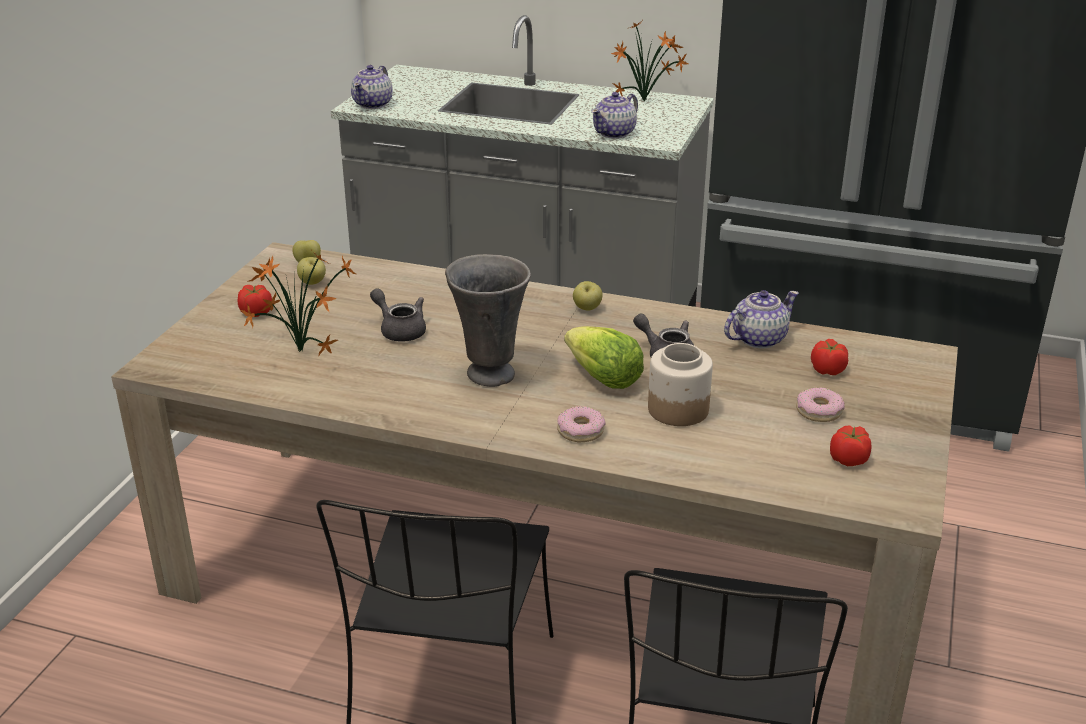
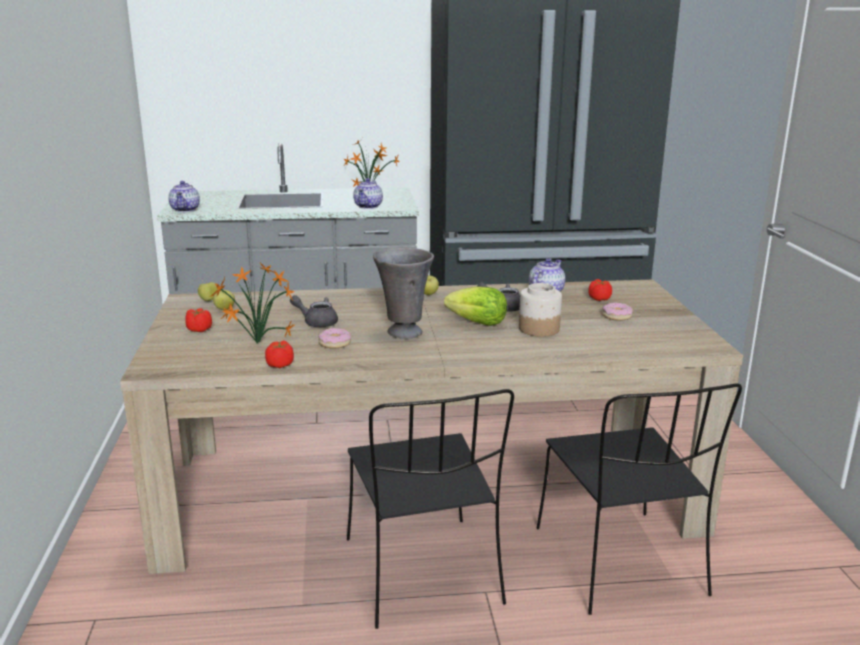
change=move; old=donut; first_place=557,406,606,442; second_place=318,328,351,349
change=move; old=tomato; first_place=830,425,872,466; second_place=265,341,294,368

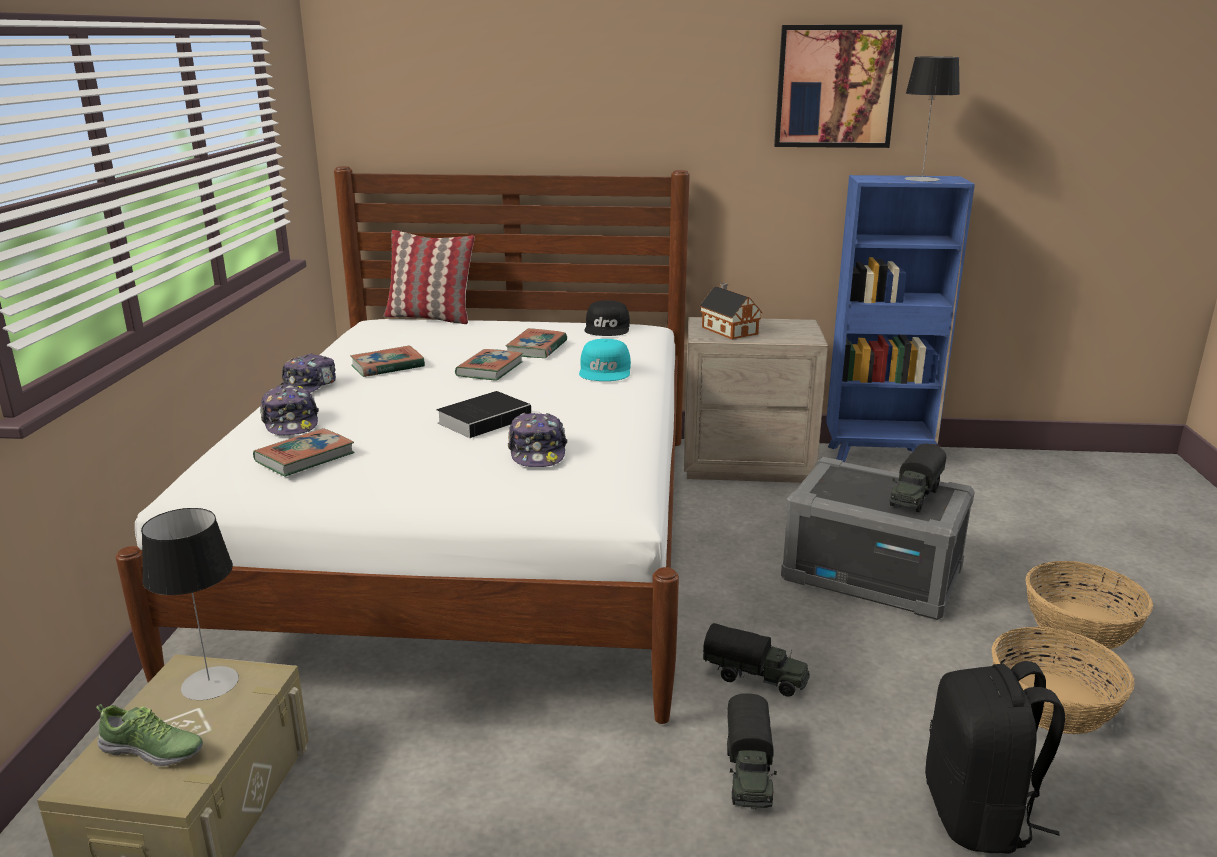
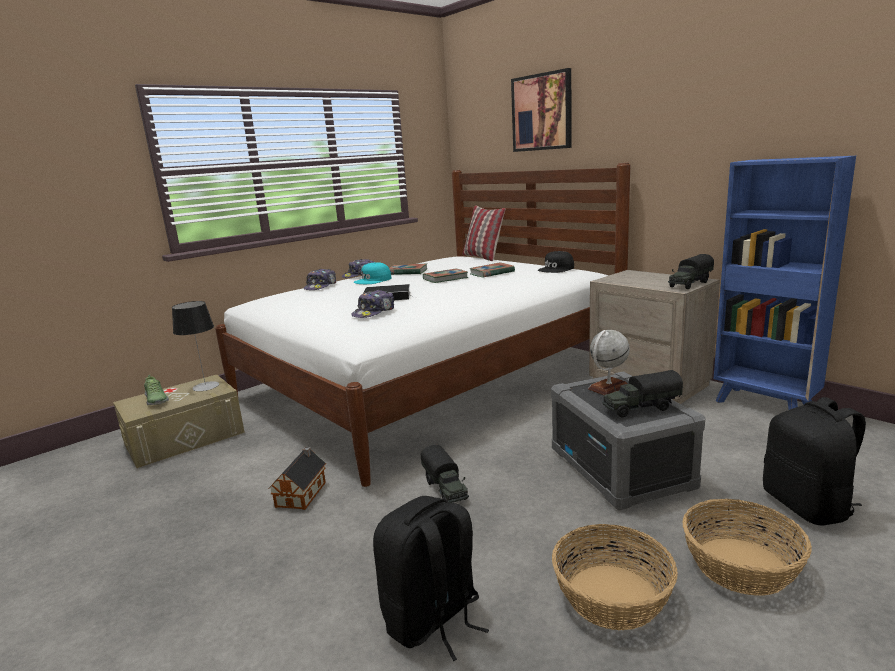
change=delete; old=book; first_place=253,428,355,476
change=move; old=turquoise cap; first_place=579,339,631,381; second_place=354,262,391,284
change=move; old=toy house; first_place=699,283,763,340; second_place=268,447,326,510
change=move; old=toy truck; first_place=727,693,777,809; second_place=668,254,714,289
change=move; old=picture; first_place=774,25,903,148; second_place=511,68,571,152
change=delete; old=table lamp; first_place=904,57,960,182
change=insert; new=globe; second_place=588,330,630,395
change=insert; new=black backpack; second_place=763,397,866,526

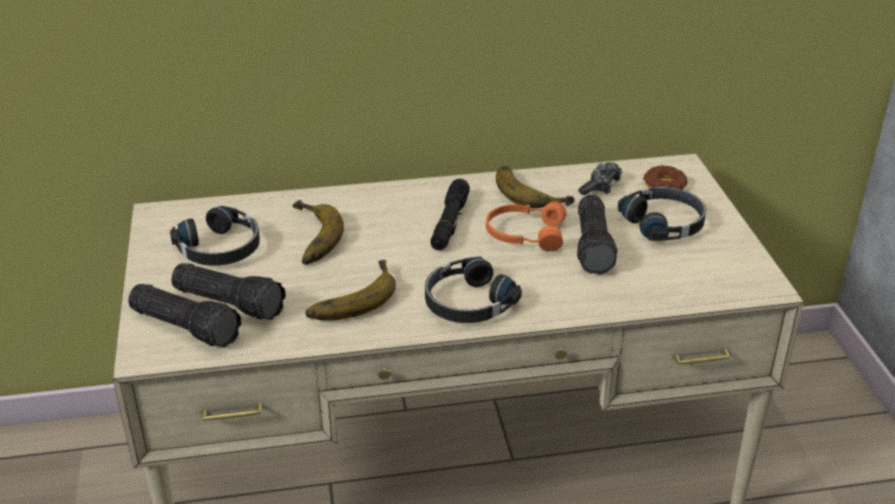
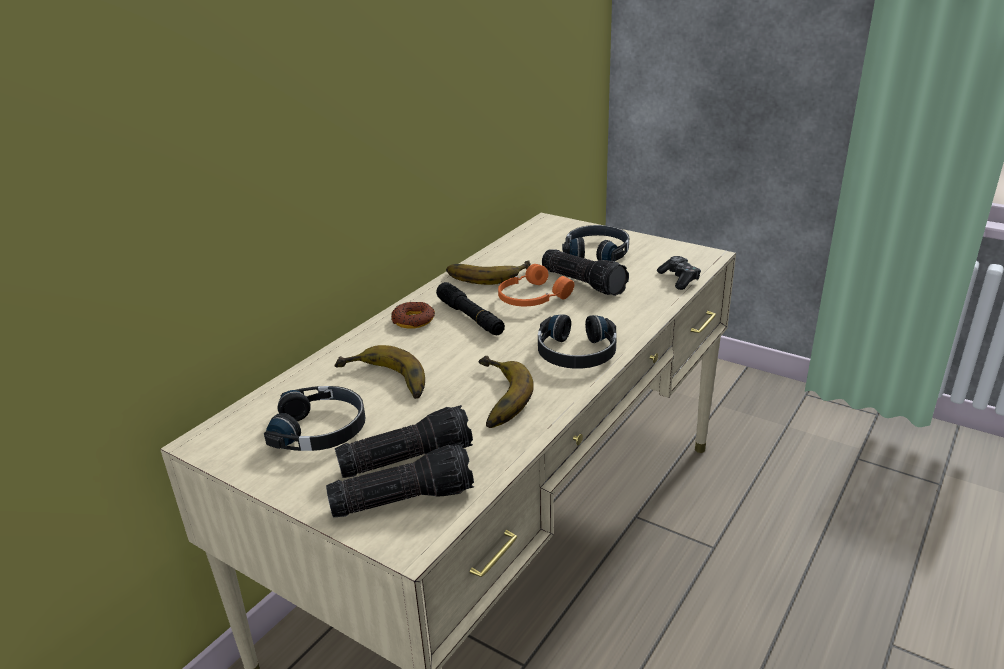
change=move; old=game controller; first_place=578,162,622,195; second_place=657,256,701,290
change=move; old=donut; first_place=643,165,688,190; second_place=391,302,435,329

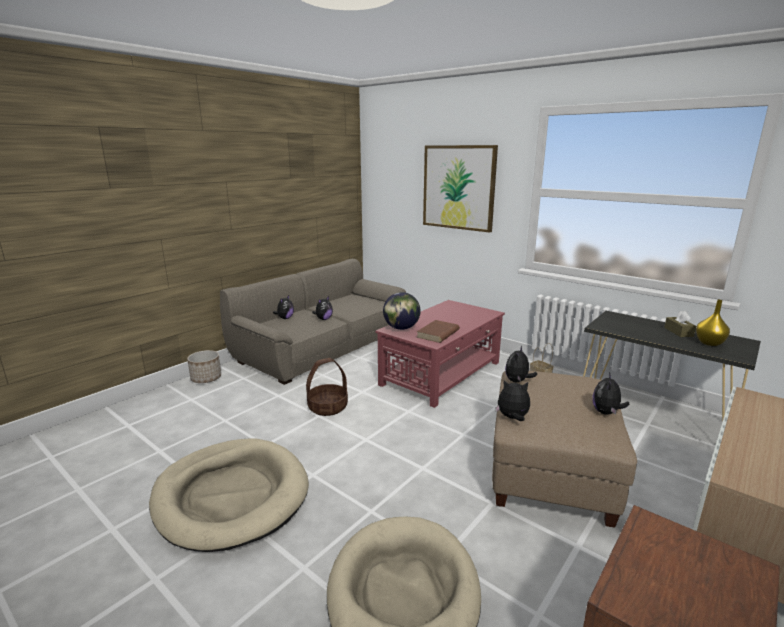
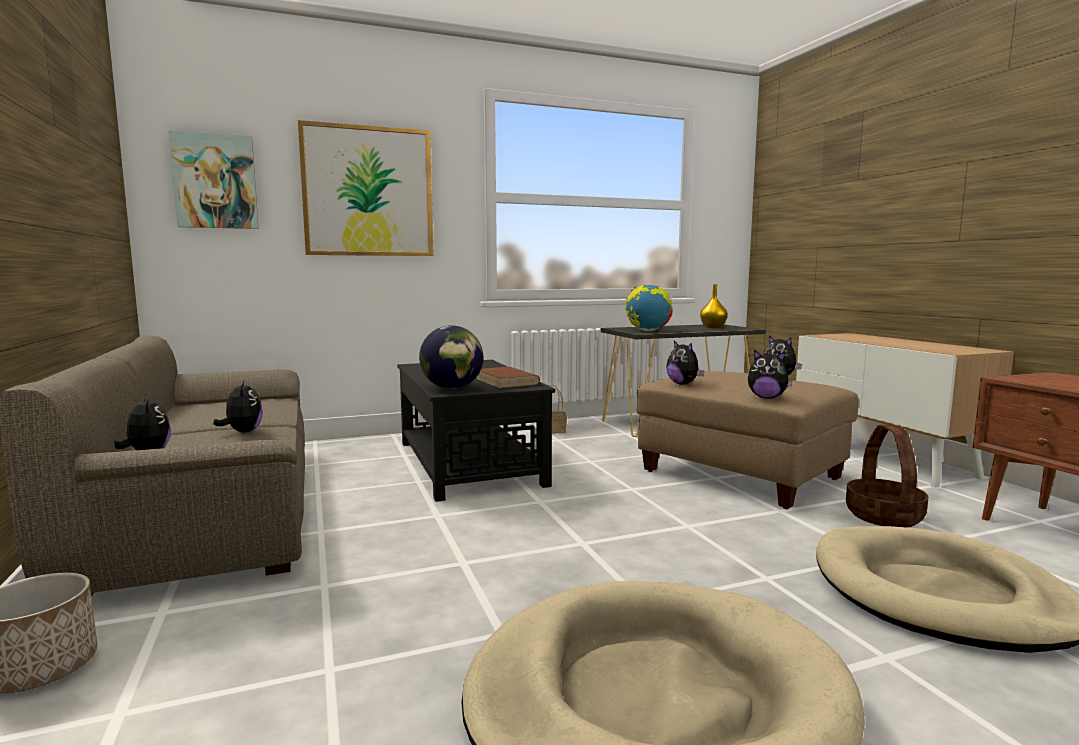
change=move; old=basket; first_place=306,358,348,416; second_place=846,424,929,527
change=recolor; old=red coffee table; new=black coffee table; first_place=375,300,505,408; second_place=397,360,555,502
change=rotate; old=plush toy; first_place=495,380,530,421; second_place=748,350,792,399; degrees=-105
change=delete; old=brown tissue box; first_place=664,311,696,337
change=insert; new=picture; second_place=169,130,259,229
change=insert; new=globe; second_place=625,285,673,331

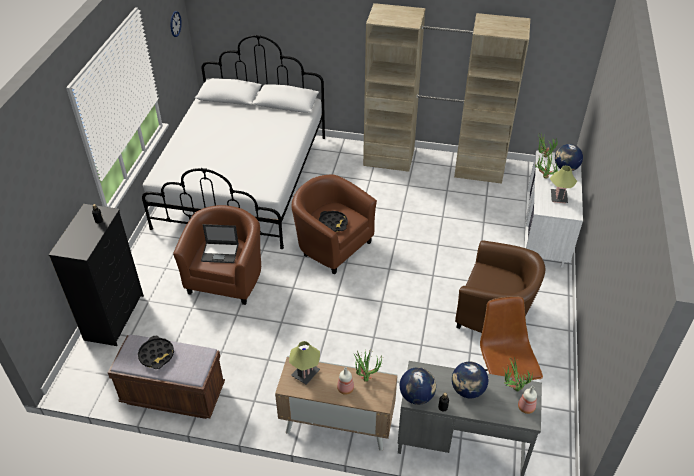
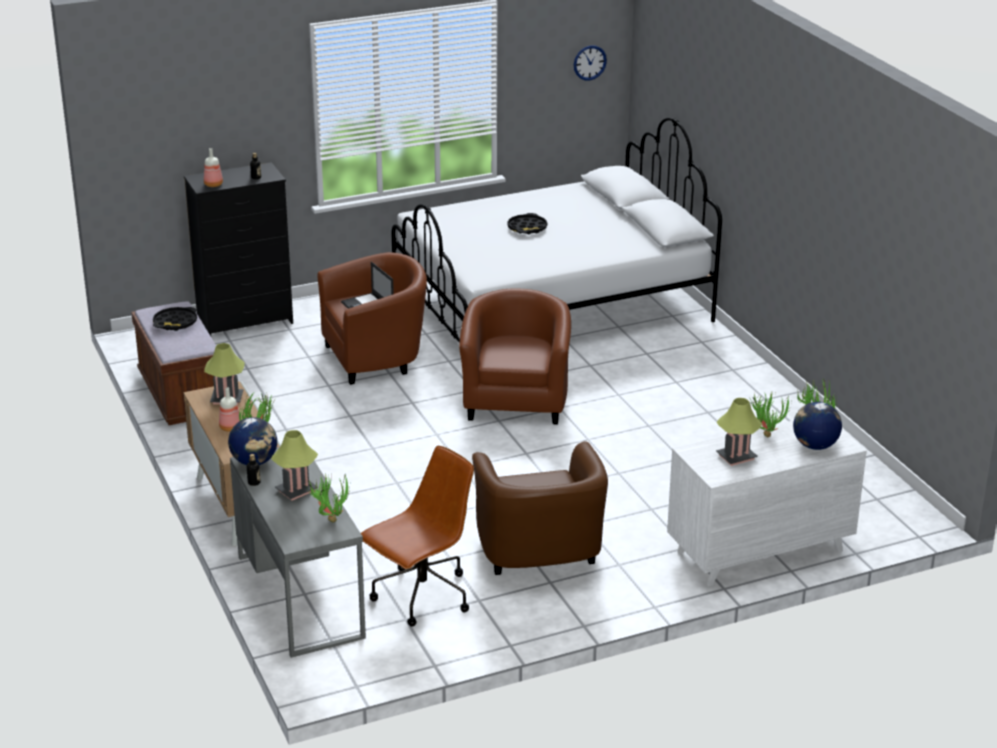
change=move; old=black tray; first_place=319,211,348,232; second_place=507,213,547,234
change=delete; old=beige wardrobe; first_place=363,3,530,184
change=replace; old=globe; new=table lamp; first_place=452,362,488,398; second_place=271,430,318,500
change=move; old=bottle; first_place=518,386,537,414; second_place=204,148,223,187

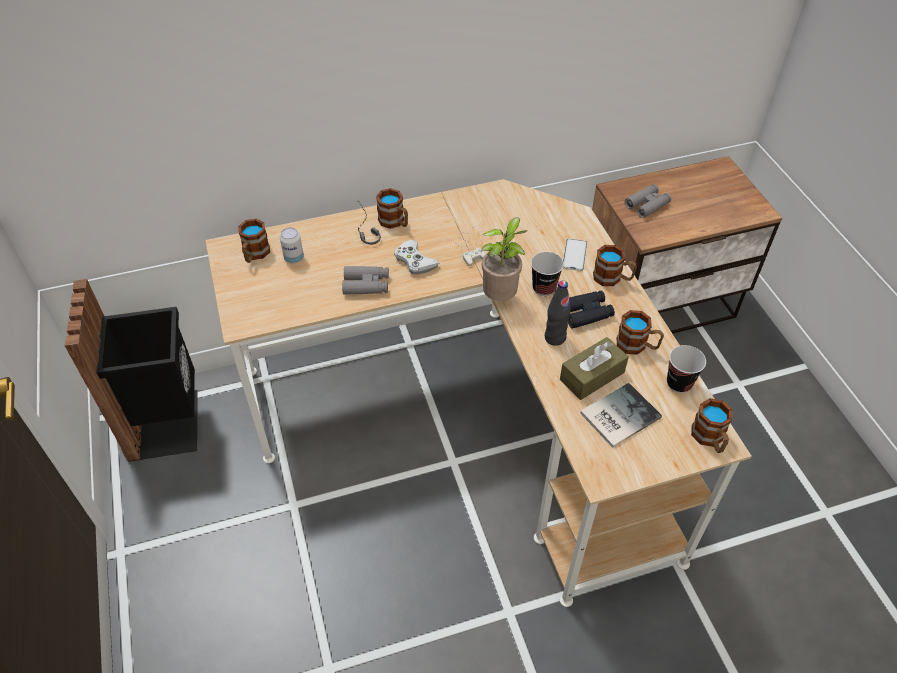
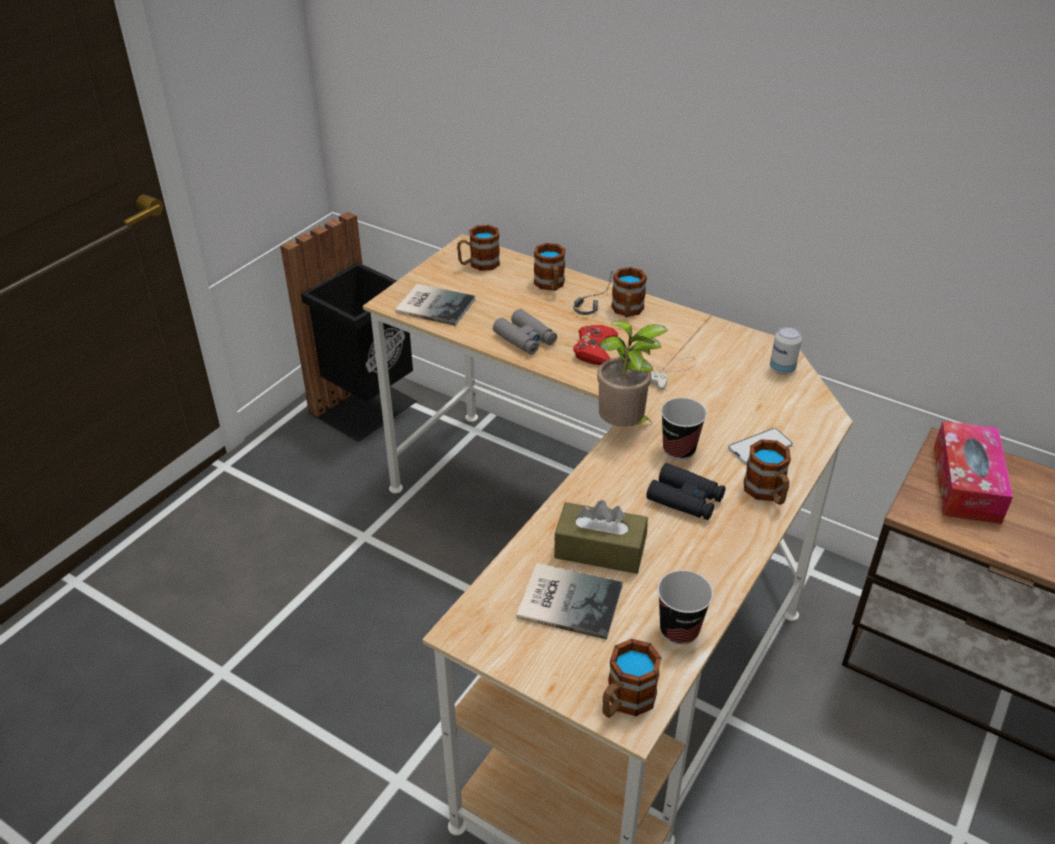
change=move; old=can; first_place=280,227,304,263; second_place=770,326,802,374
change=recolor; old=white game controller; new=red game controller; first_place=394,240,439,274; second_place=573,325,618,365
change=delete; old=black bottle; first_place=545,281,571,346
change=move; old=mug; first_place=617,310,664,355; second_place=534,243,566,291
change=replace; old=grey binoculars; new=tissue box; first_place=625,184,671,218; second_place=934,421,1013,524
change=insert; new=book; second_place=395,284,475,326

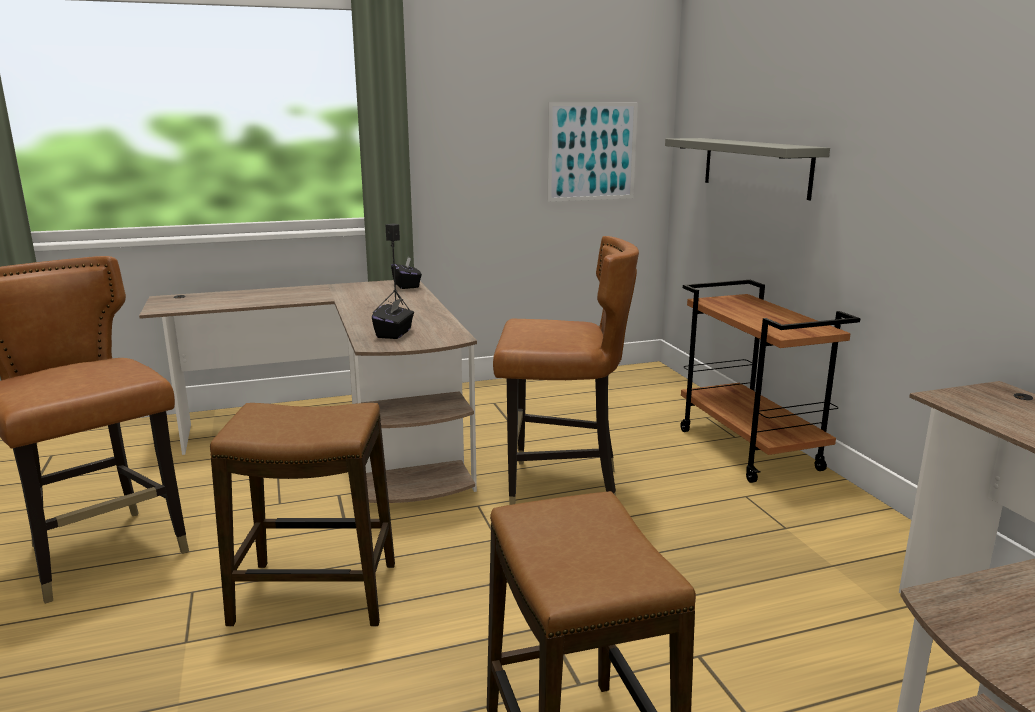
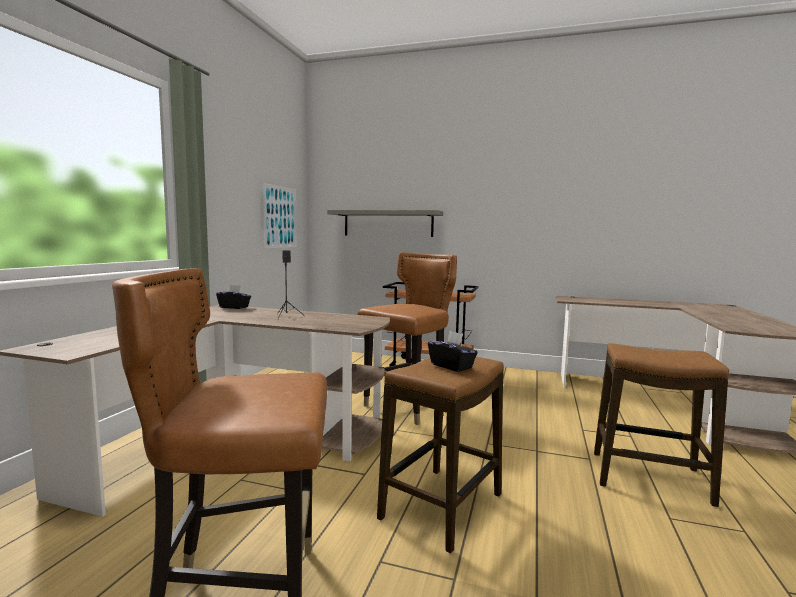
change=move; old=black tissue box; first_place=372,297,414,339; second_place=428,331,478,372

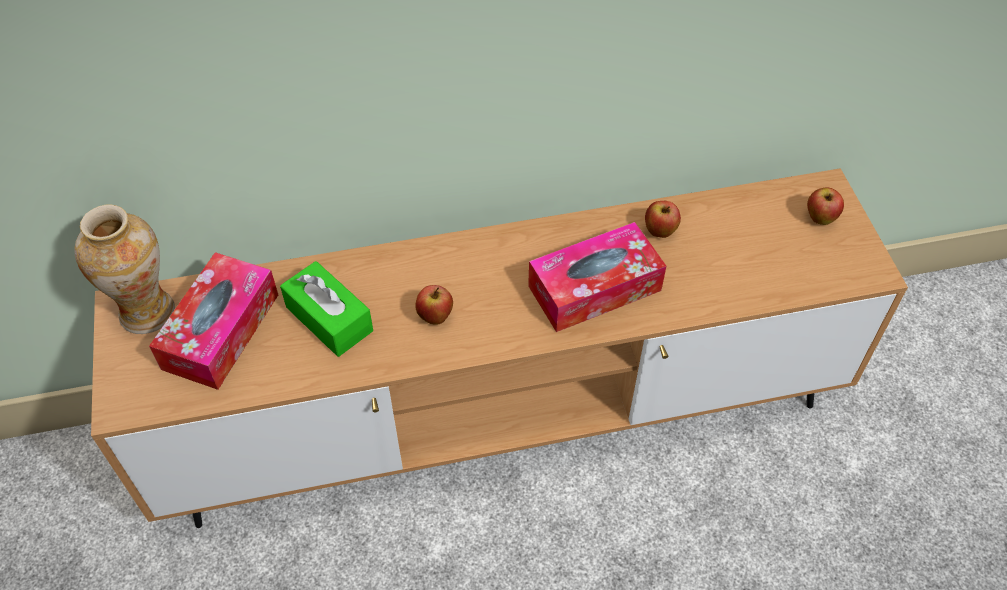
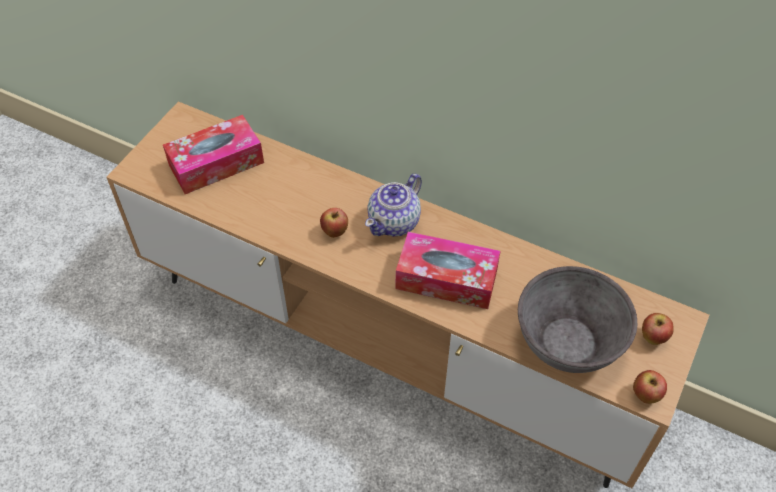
change=delete; old=vase; first_place=75,204,175,334
change=delete; old=green tissue box; first_place=280,261,373,357
change=move; old=apple; first_place=645,201,681,238; second_place=633,370,667,404
change=insert; new=teapot; second_place=365,174,422,236
change=insert; new=grey bowl; second_place=518,266,637,373

